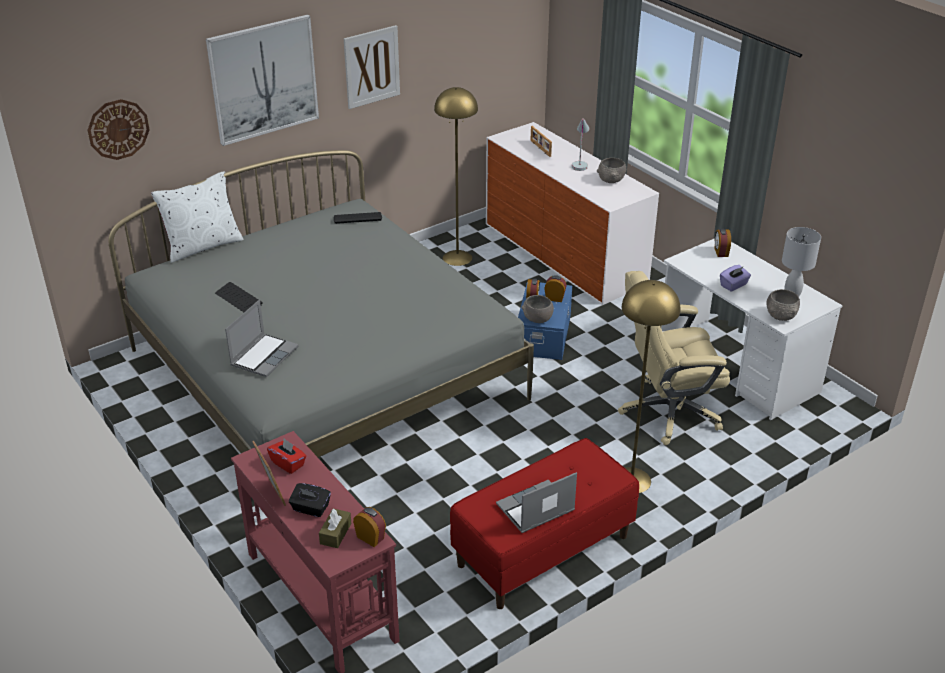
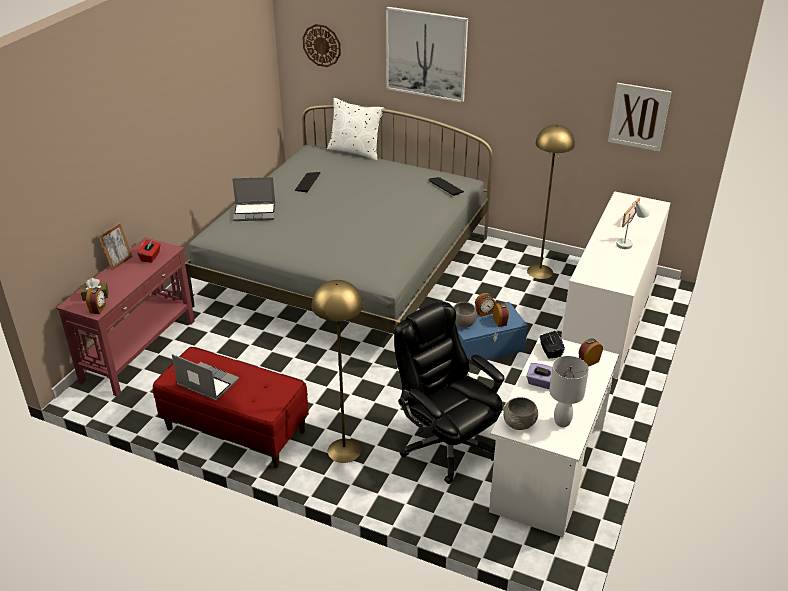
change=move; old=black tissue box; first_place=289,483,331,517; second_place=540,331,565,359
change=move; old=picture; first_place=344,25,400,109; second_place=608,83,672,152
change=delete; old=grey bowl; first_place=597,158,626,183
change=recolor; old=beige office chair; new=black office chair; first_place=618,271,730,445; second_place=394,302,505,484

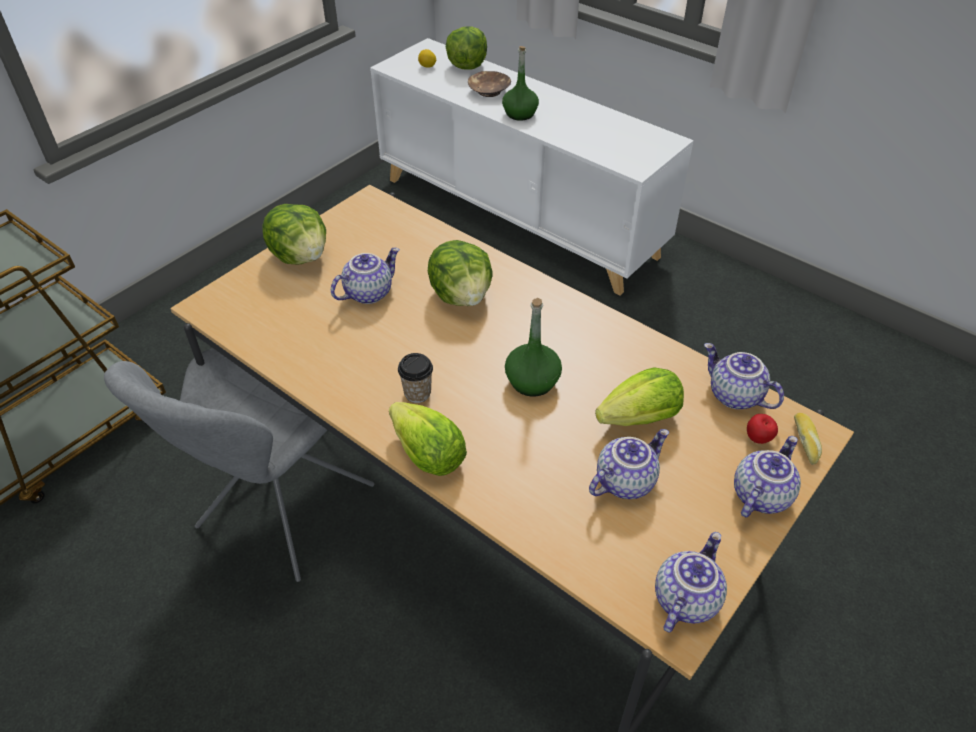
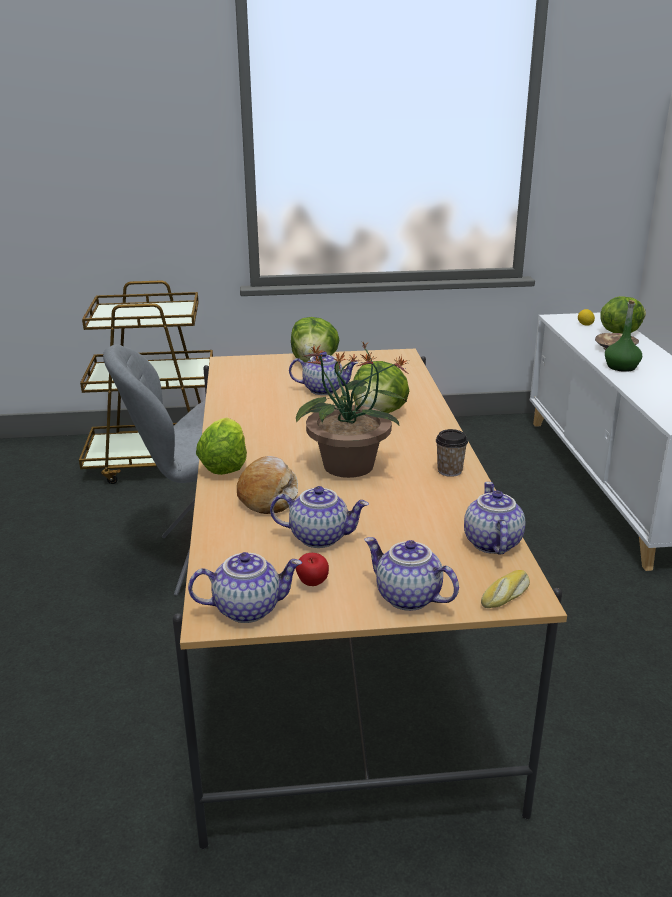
change=move; old=cup; first_place=398,353,433,403; second_place=436,429,468,477
change=replace; old=green bottle; new=potted plant; first_place=505,298,562,397; second_place=296,341,409,478
change=delete; old=lettuce; first_place=595,367,684,426
change=rotate; old=teapot; first_place=734,436,801,518; second_place=364,537,459,611; degrees=-135
change=move; old=apple; first_place=747,414,778,444; second_place=296,553,329,586
change=insert; new=bread; second_place=237,456,298,514

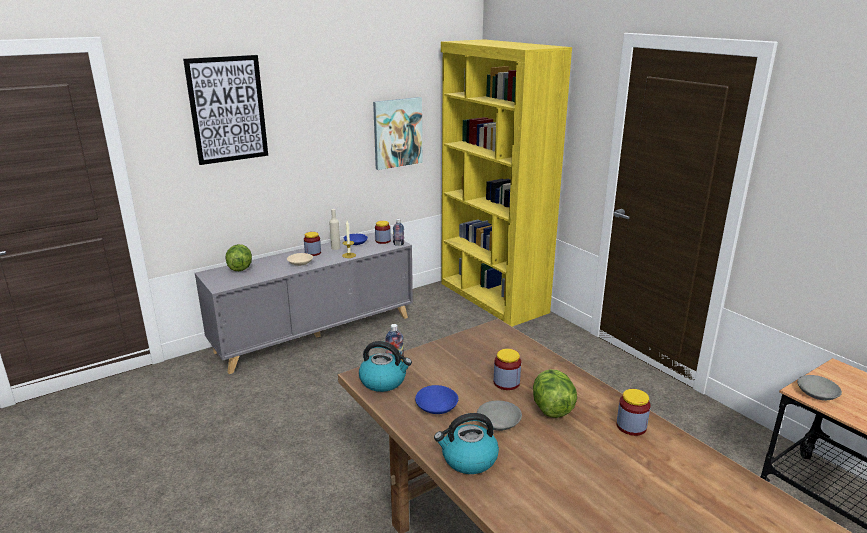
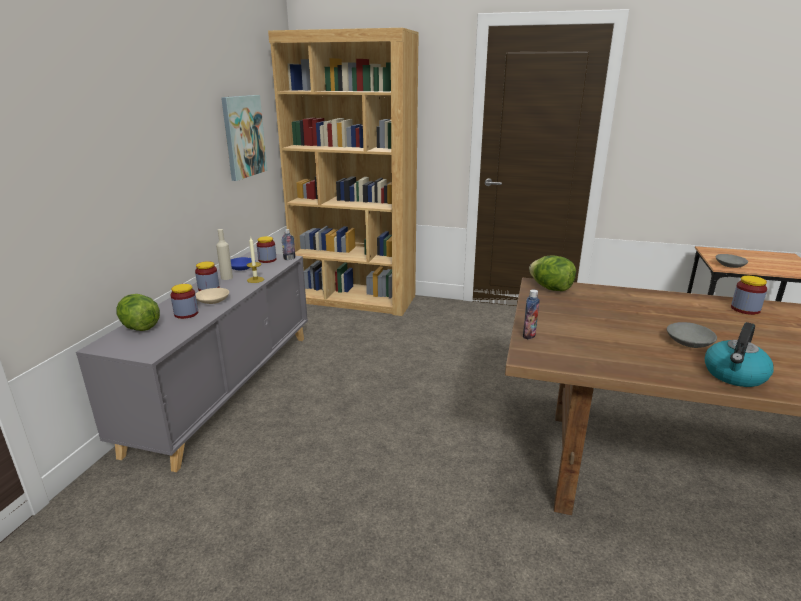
change=delete; old=picture; first_place=183,55,268,165
change=delete; old=kettle; first_place=359,341,412,392
change=delete; old=blue bowl; first_place=415,385,458,414
change=recolor; old=yellow bookcase; new=brown bookcase; first_place=441,39,572,327; second_place=268,28,419,316
change=move; old=jar; first_place=494,349,521,390; second_place=170,284,198,319
change=move; old=lettuce; first_place=533,369,577,418; second_place=529,255,576,291

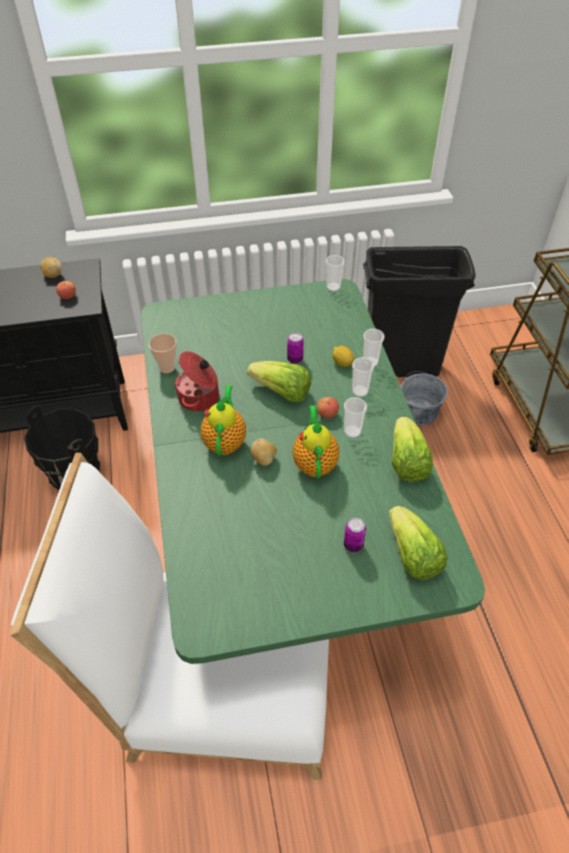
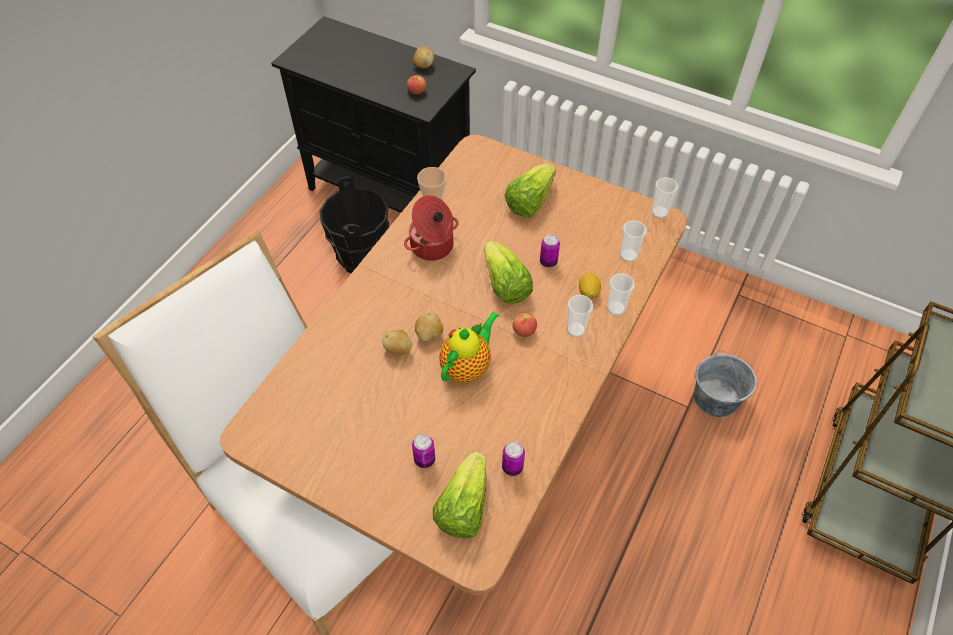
change=recolor; old=green dining table; new=brown dining table; first_place=141,279,485,664; second_place=220,135,687,595
change=delete; old=teapot; first_place=201,385,246,456
change=move; old=cup; first_place=344,397,367,438; second_place=620,220,647,262
change=delete; old=black trash can; first_place=363,246,476,377
change=move; old=lettuce; first_place=391,417,433,482; second_place=504,163,556,218
change=insert; new=potato; second_place=382,330,412,355
change=insert; new=can; second_place=502,441,525,476

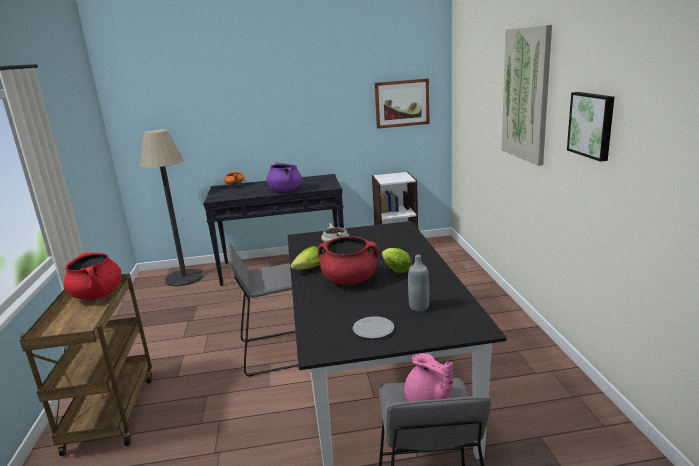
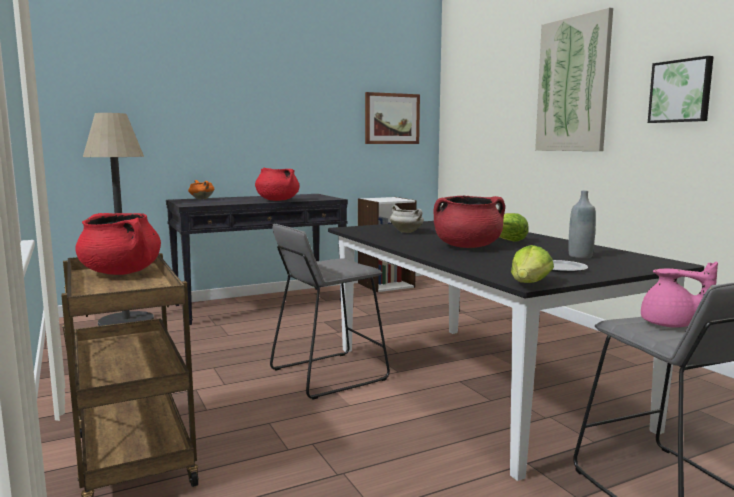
change=recolor; old=purple cooking pot; new=red cooking pot; first_place=266,163,302,192; second_place=255,168,300,201
change=move; old=lettuce; first_place=291,246,320,270; second_place=511,245,554,283

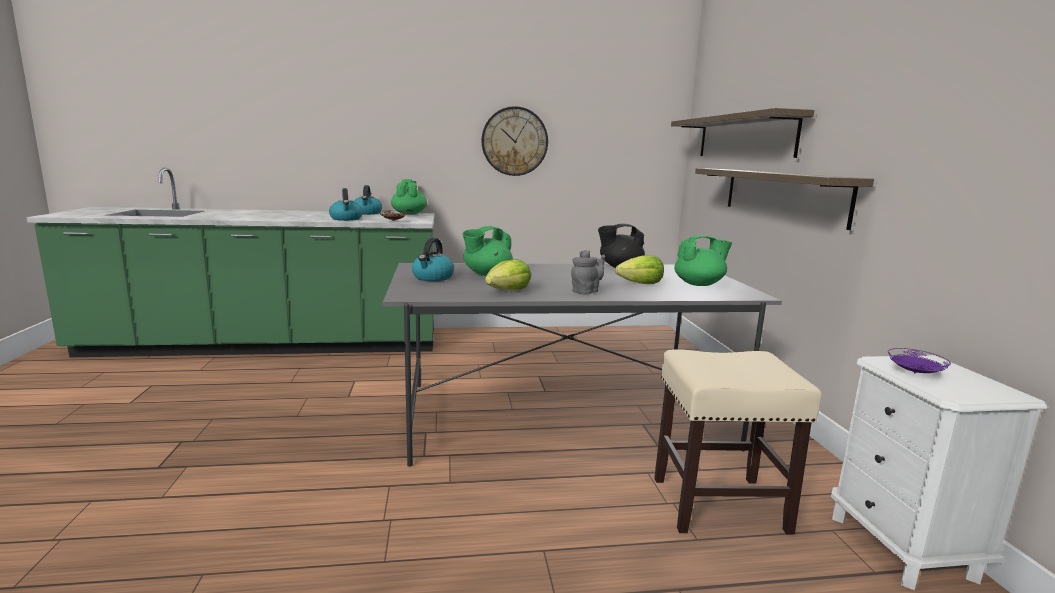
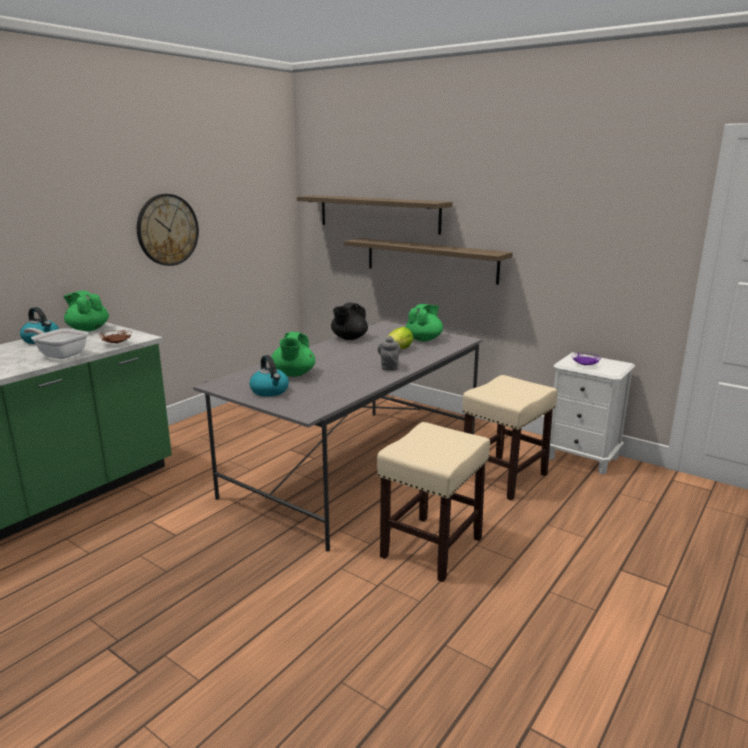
change=replace; old=kettle; new=frying pan; first_place=329,188,363,221; second_place=23,328,89,359
change=delete; old=lettuce; first_place=485,259,531,290
change=insert; new=beige stool; second_place=377,422,490,582

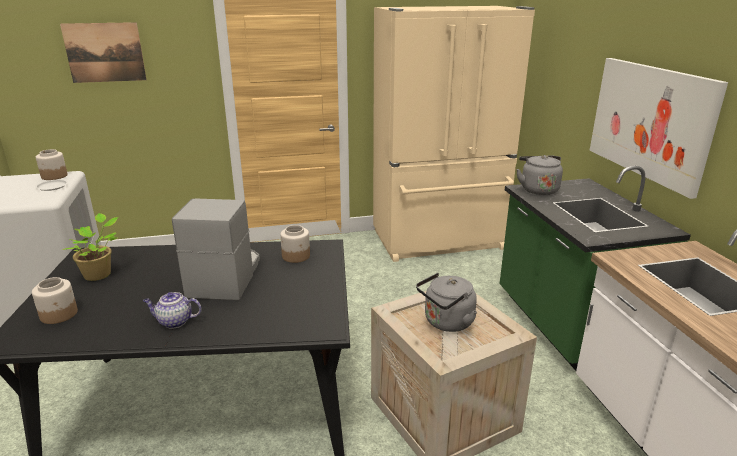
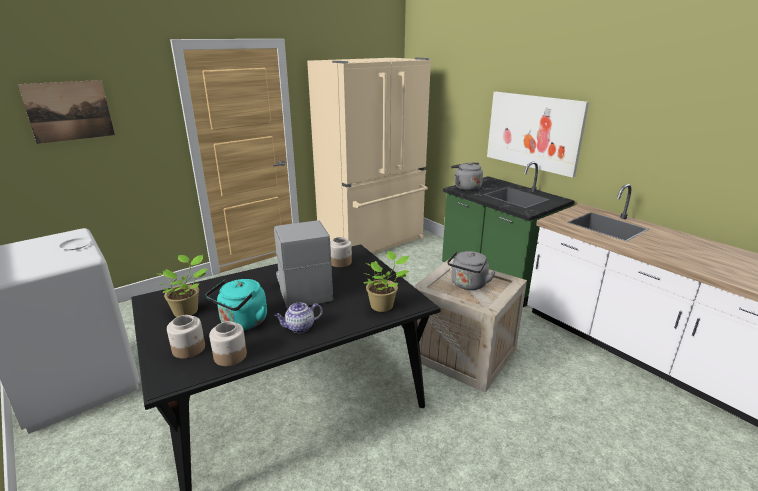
change=move; old=jar; first_place=36,149,68,180; second_place=209,321,247,366
change=insert; new=turquoise kettle; second_place=206,279,267,330
change=insert; new=potted plant; second_place=363,251,409,312

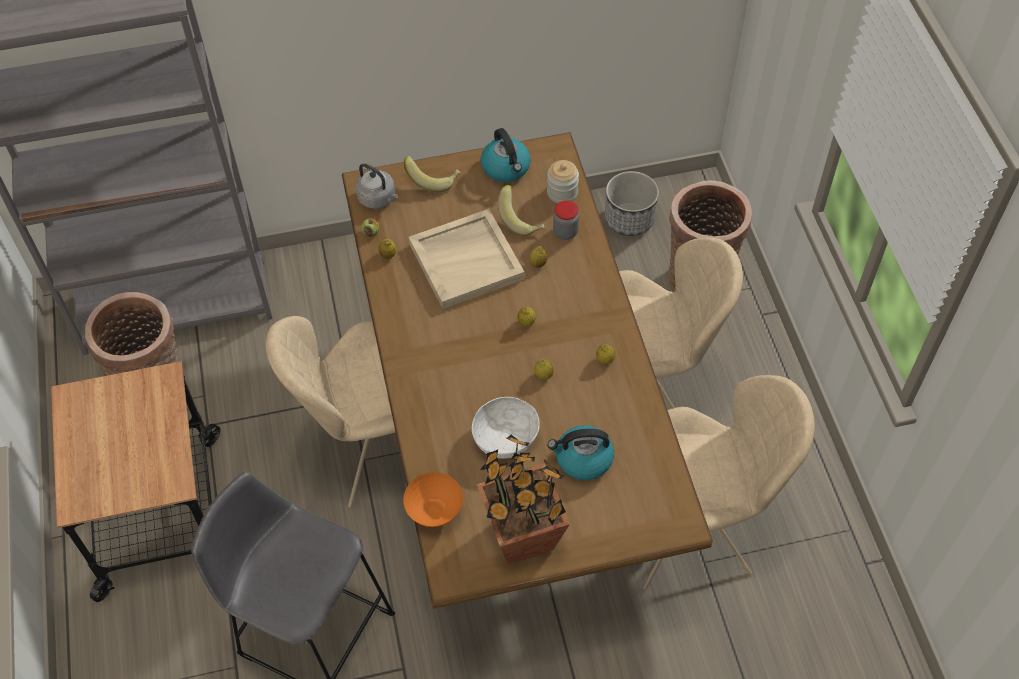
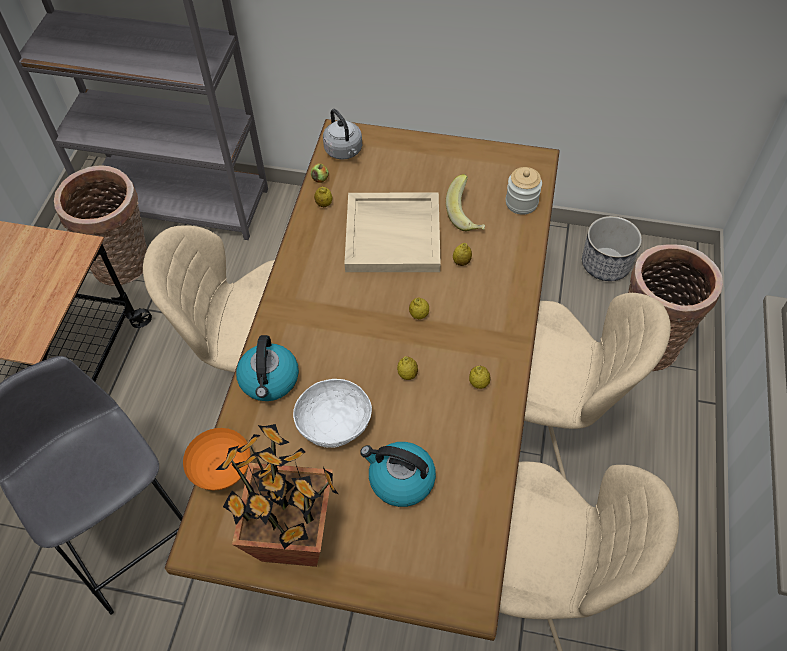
change=delete; old=banana; first_place=404,156,460,192
change=move; old=kettle; first_place=481,128,531,182; second_place=236,335,299,401
change=delete; old=jar; first_place=553,200,579,240

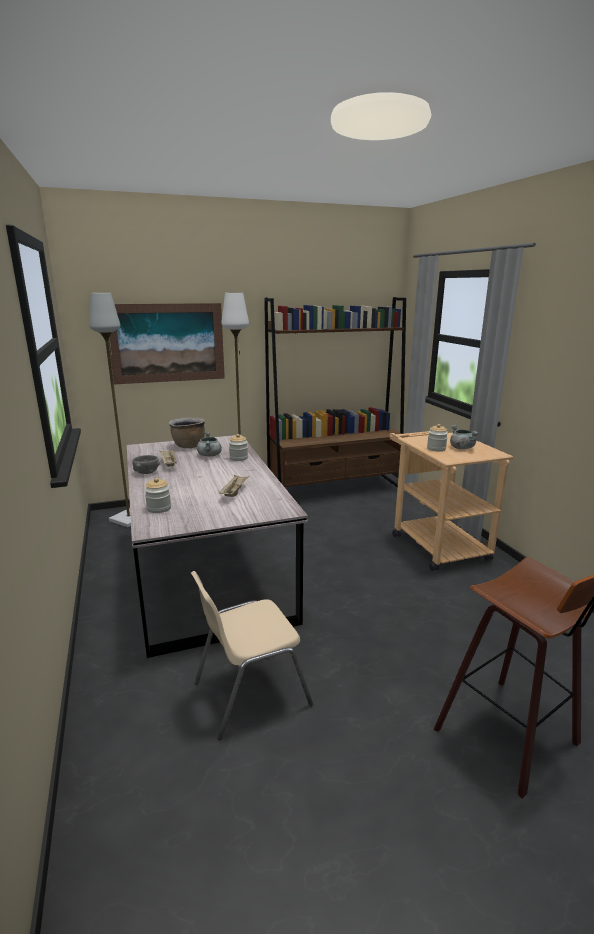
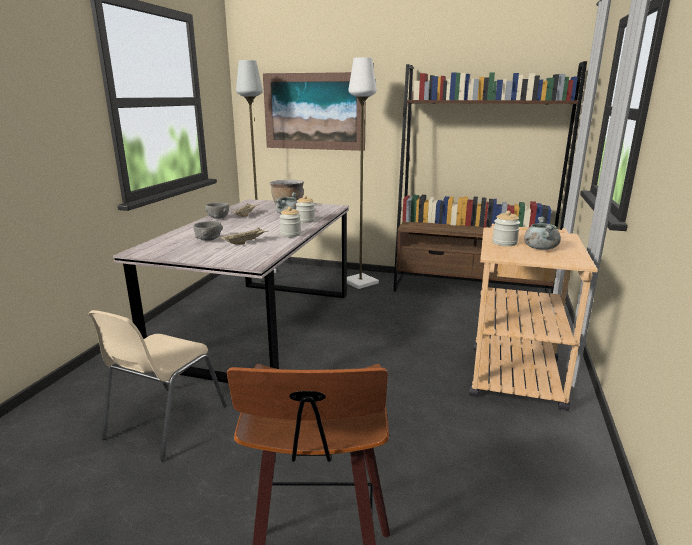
change=move; old=jar; first_place=144,478,171,513; second_place=279,207,301,237
change=rotate; old=beige chair; first_place=191,571,313,740; second_place=88,310,227,461; degrees=-75
change=insert; new=grey bowl; second_place=193,221,223,241

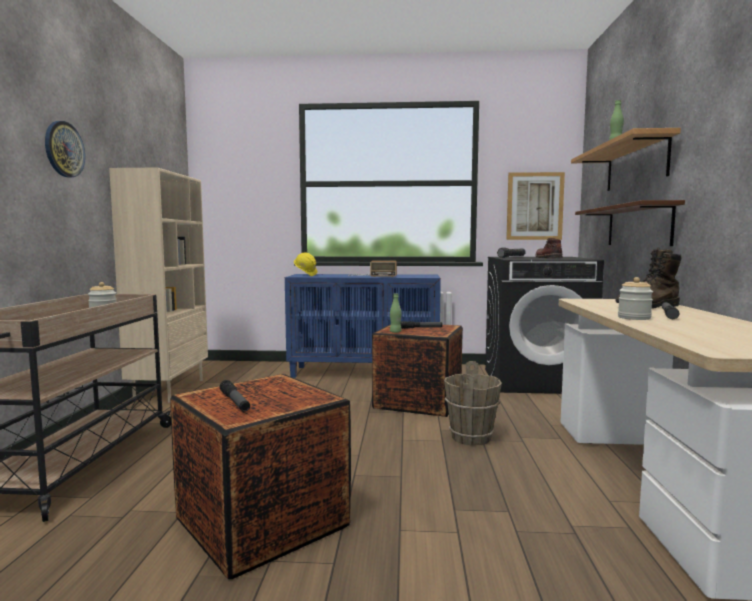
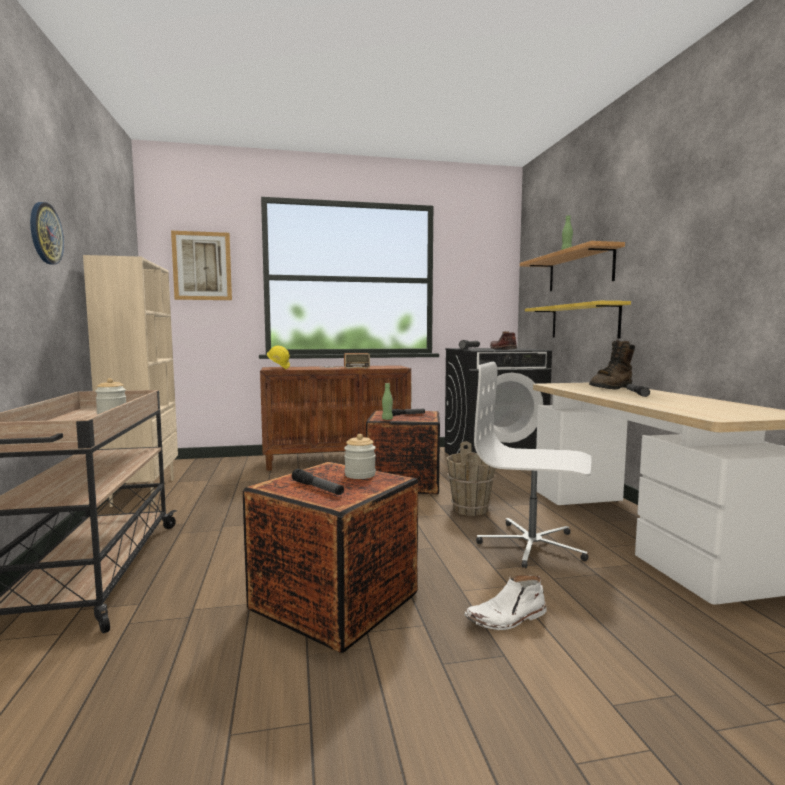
change=recolor; old=blue cabinet; new=brown cabinet; first_place=285,274,441,378; second_place=260,365,411,471
change=move; old=picture; first_place=506,172,565,240; second_place=171,231,232,300
change=recolor; old=brown shelf; new=yellow shelf; first_place=575,200,685,246; second_place=525,301,631,338
change=move; old=jar; first_place=618,277,653,320; second_place=344,434,376,479
change=insert; new=white boot; second_place=464,575,547,630
change=insert; new=white office chair; second_place=474,362,592,568

